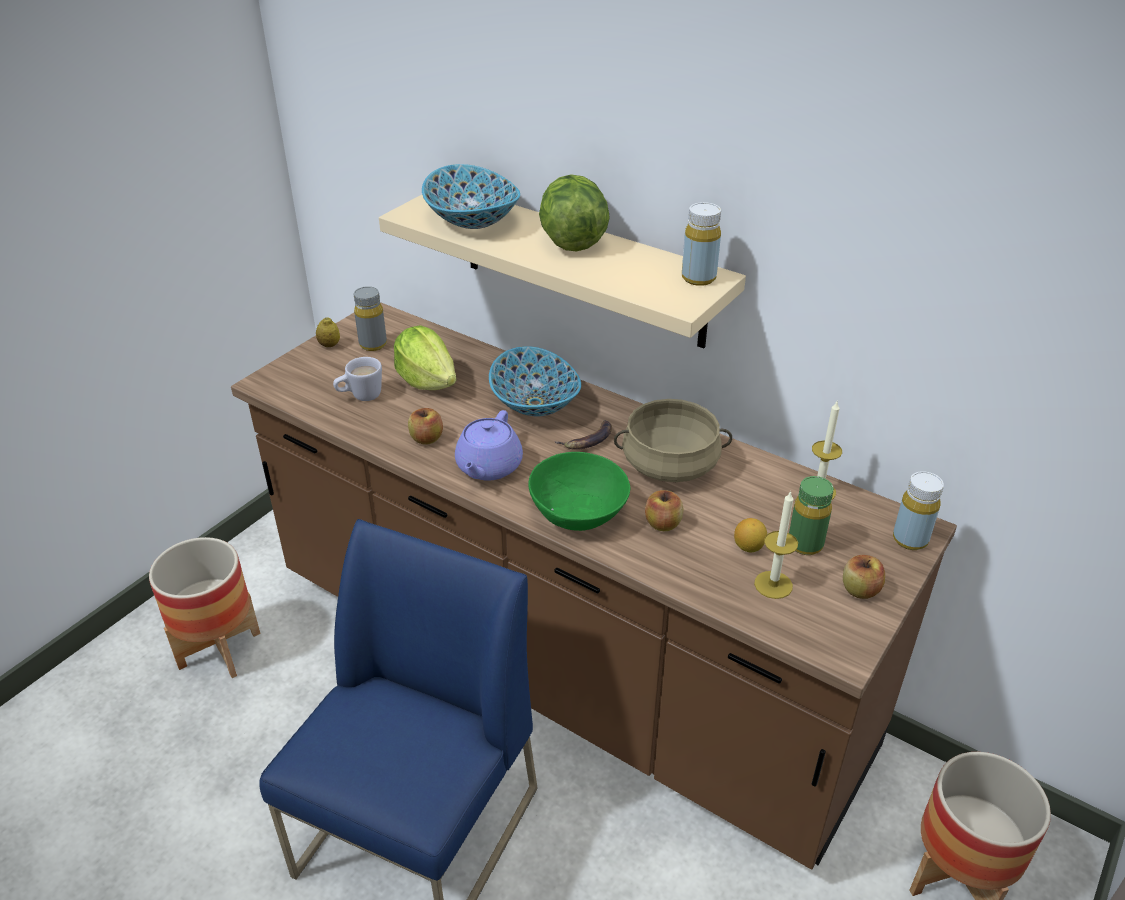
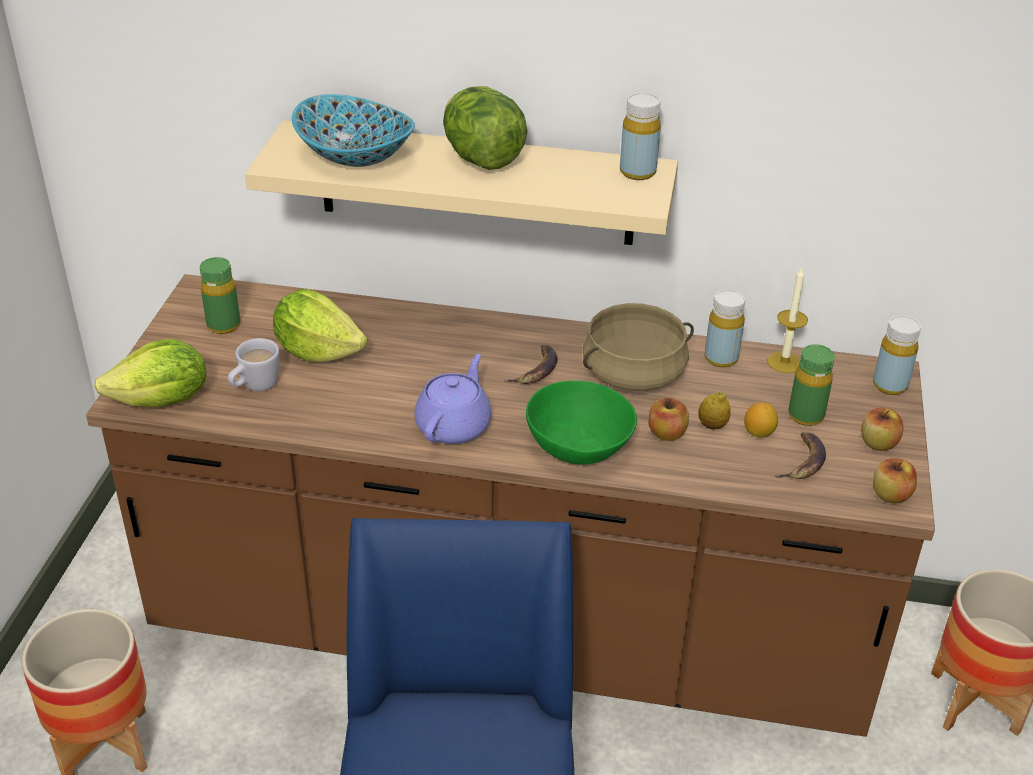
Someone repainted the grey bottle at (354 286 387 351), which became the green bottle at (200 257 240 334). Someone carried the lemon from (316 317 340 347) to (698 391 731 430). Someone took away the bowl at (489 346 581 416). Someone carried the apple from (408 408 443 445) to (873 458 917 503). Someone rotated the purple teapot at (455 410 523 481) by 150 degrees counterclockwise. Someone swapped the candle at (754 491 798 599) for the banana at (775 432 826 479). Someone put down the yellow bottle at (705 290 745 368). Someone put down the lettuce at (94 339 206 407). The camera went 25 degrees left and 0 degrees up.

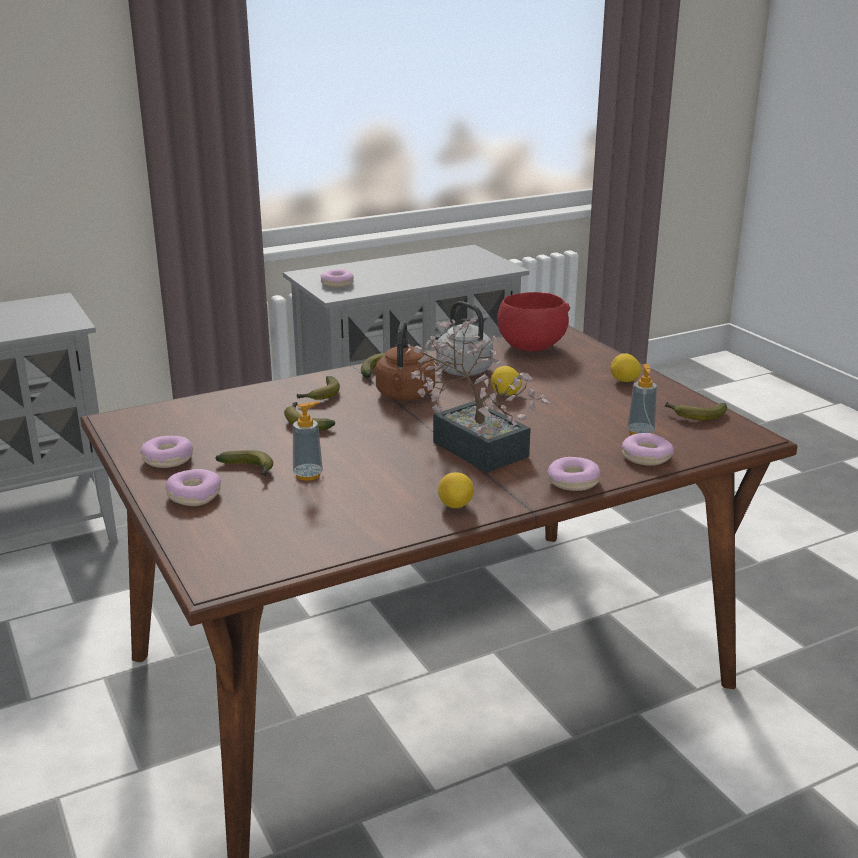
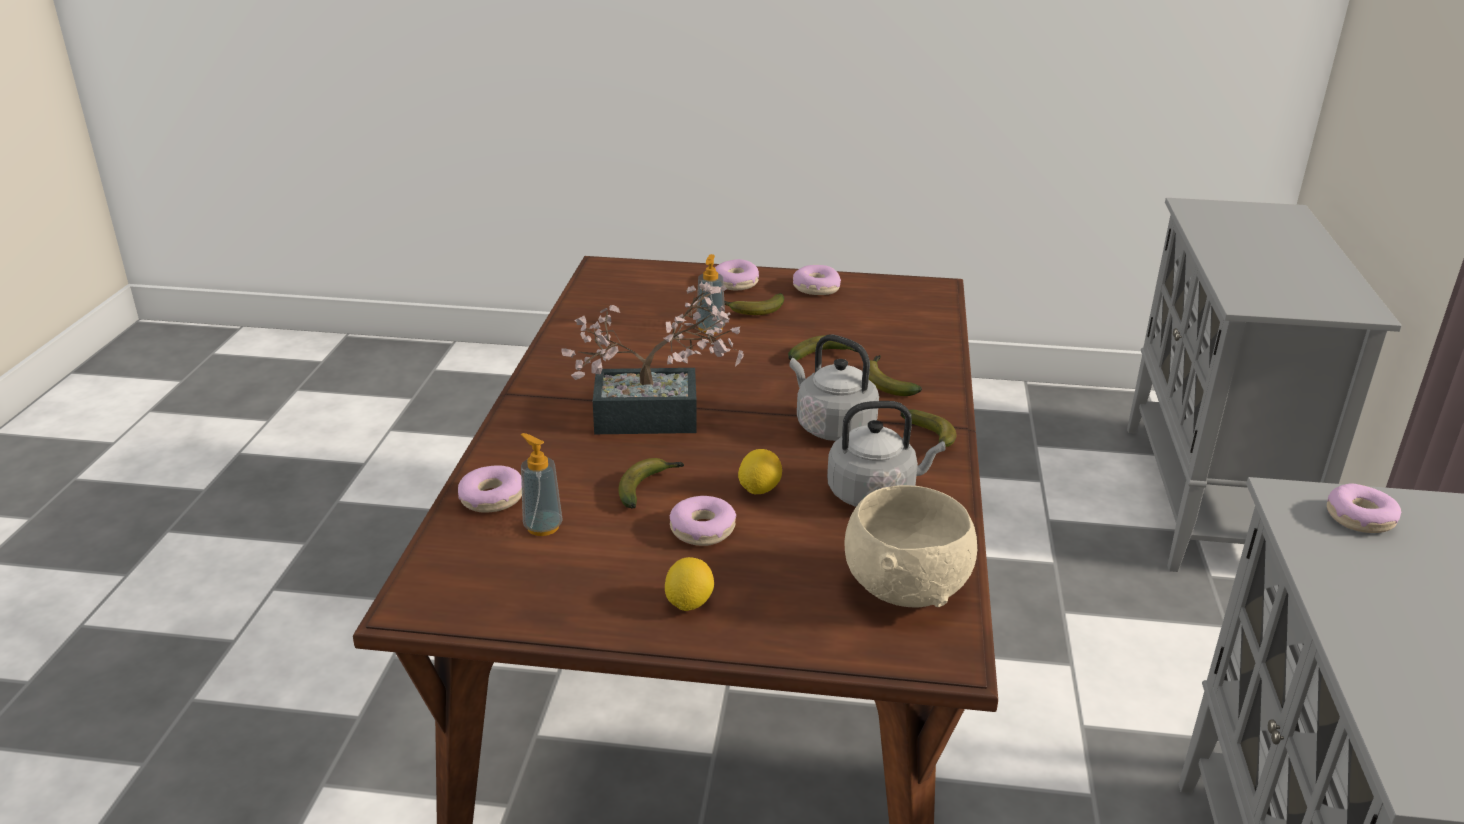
Someone repainted the red bowl at (497 292 570 351), which became the beige bowl at (844 485 977 608). Someone repainted the brown kettle at (375 321 435 400), which became the grey kettle at (790 334 879 441). Someone carried the banana from (665 402 727 420) to (618 458 684 508). Someone carried the donut from (547 457 600 491) to (670 496 736 546). Someone took away the lemon at (438 472 474 508). The camera went 125 degrees right and 5 degrees up.

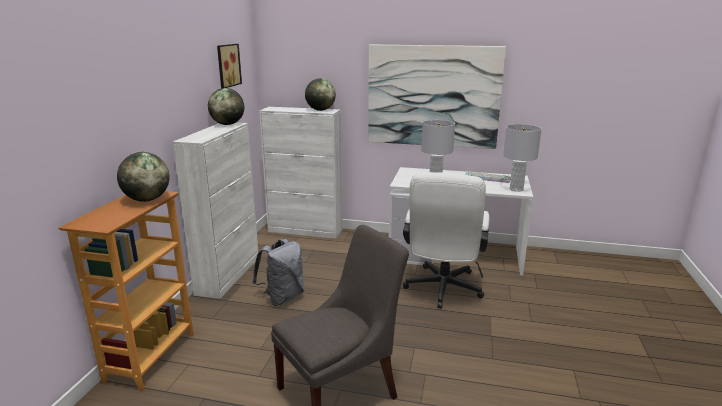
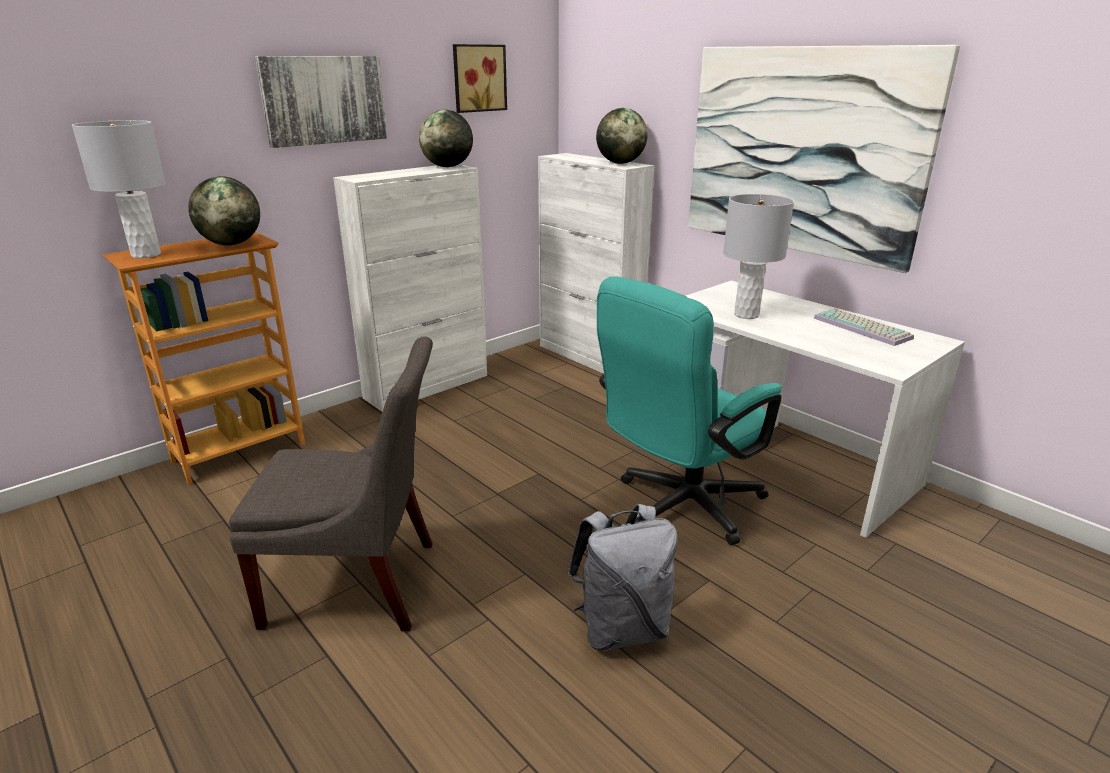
Someone carried the grey table lamp from (503 124 541 192) to (72 120 166 258). Someone repainted the white office chair at (403 172 489 308), which became the turquoise office chair at (597 276 782 545). Someone carried the grey backpack from (252 239 304 306) to (567 504 677 651). Someone put up the picture at (255 56 387 148). The camera went 35 degrees right and 5 degrees up.

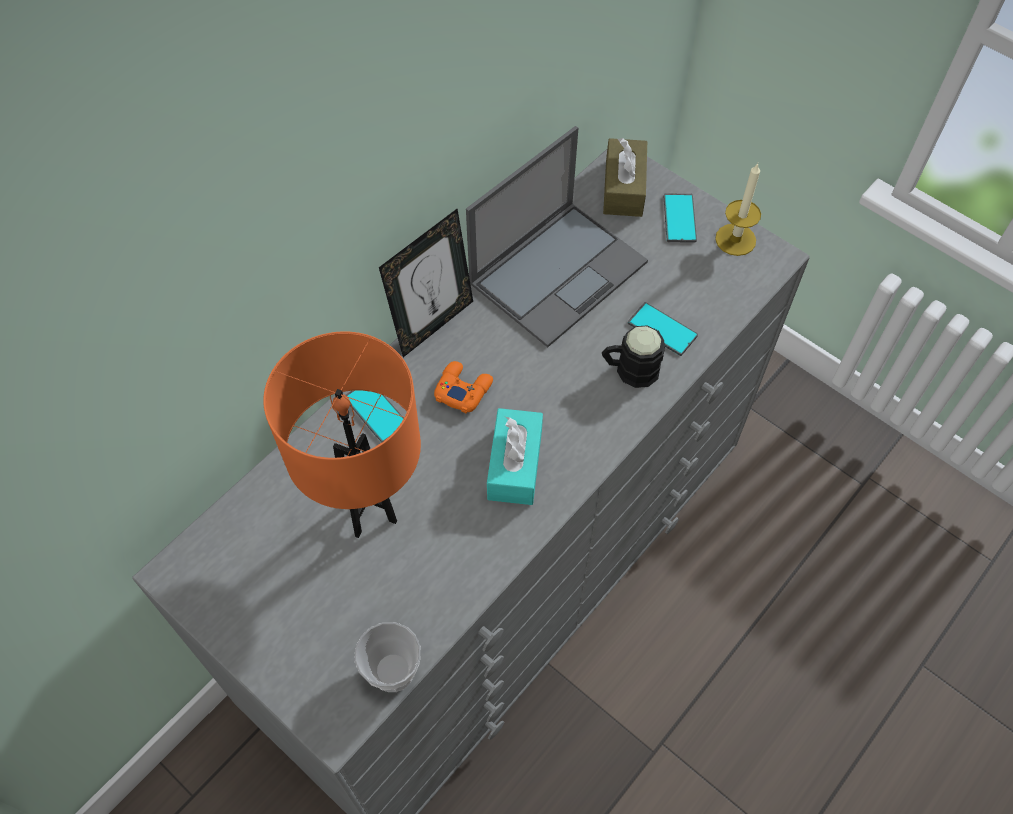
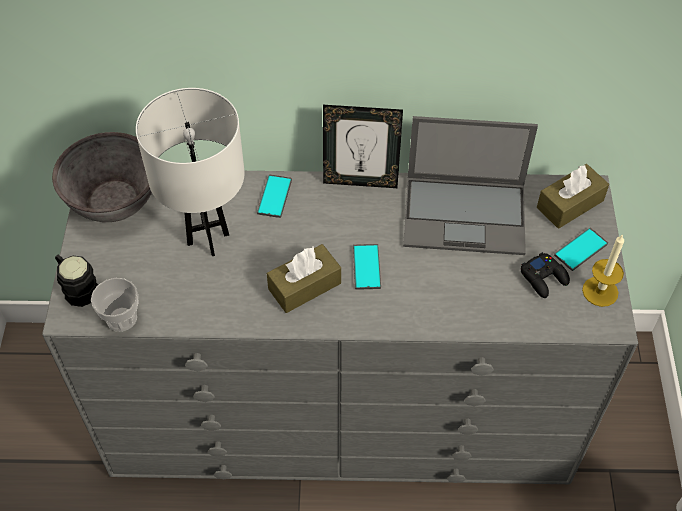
Someone carried the phone from (628 302 698 356) to (353 244 381 290). Someone carried the black mug from (602 325 665 388) to (55 255 98 307). Someone repainted the orange table lamp at (263 331 421 538), which became the white table lamp at (136 88 245 256). Someone took away the orange game controller at (434 361 493 413). Someone repainted the turquoise tissue box at (487 408 543 505), which became the brown tissue box at (267 244 341 313). Someone put down the grey bowl at (52 132 152 222). Someone put down the black game controller at (521 252 570 298). The camera went 50 degrees right and 5 degrees down.

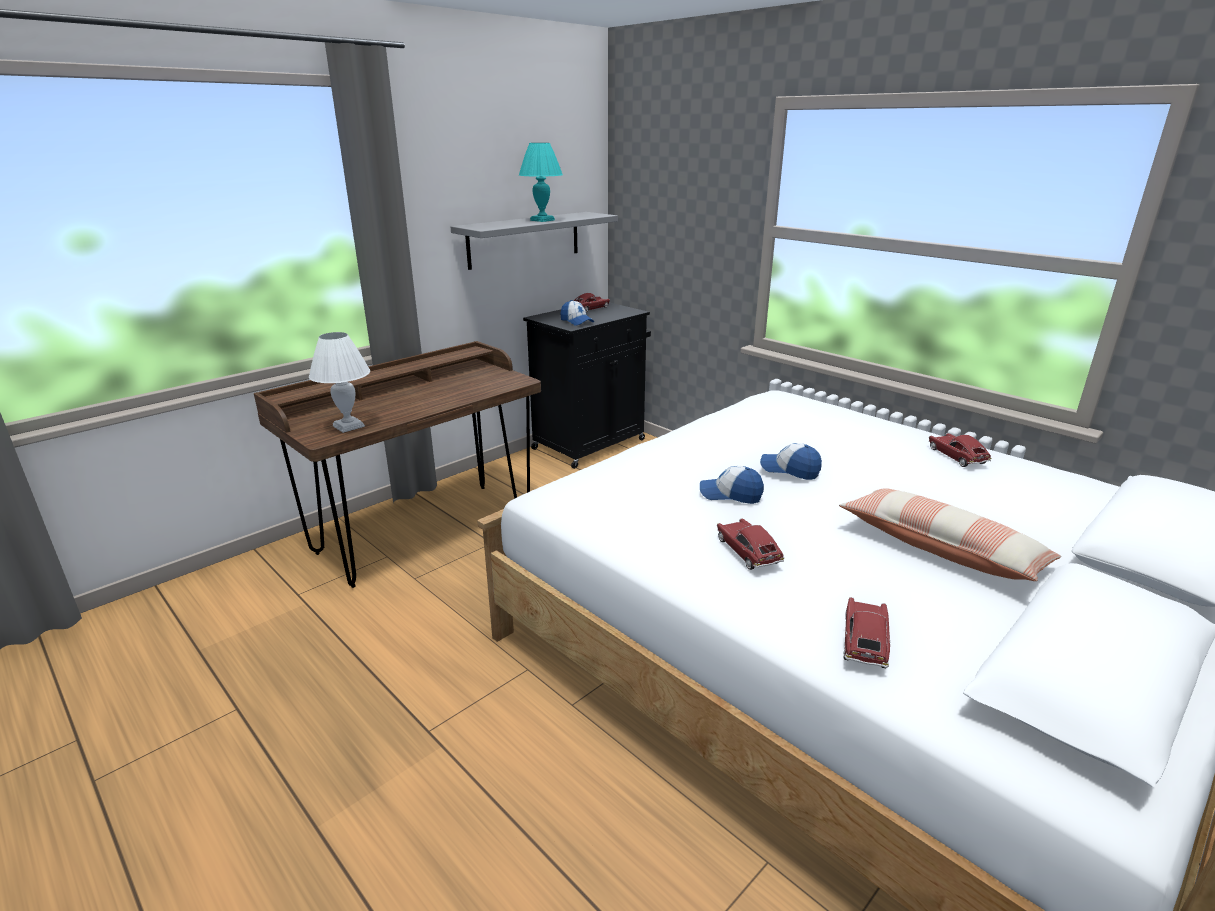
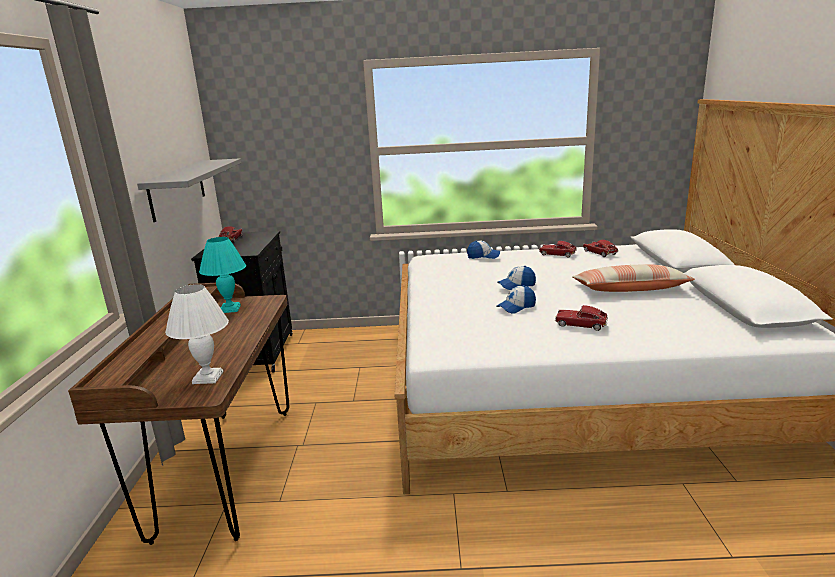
Someone carried the turquoise table lamp from (519 143 563 222) to (199 237 246 313). Someone carried the cap from (560 300 594 326) to (467 240 500 259). Someone carried the toy car from (844 597 891 668) to (583 240 618 257). The camera went 45 degrees left and 5 degrees down.

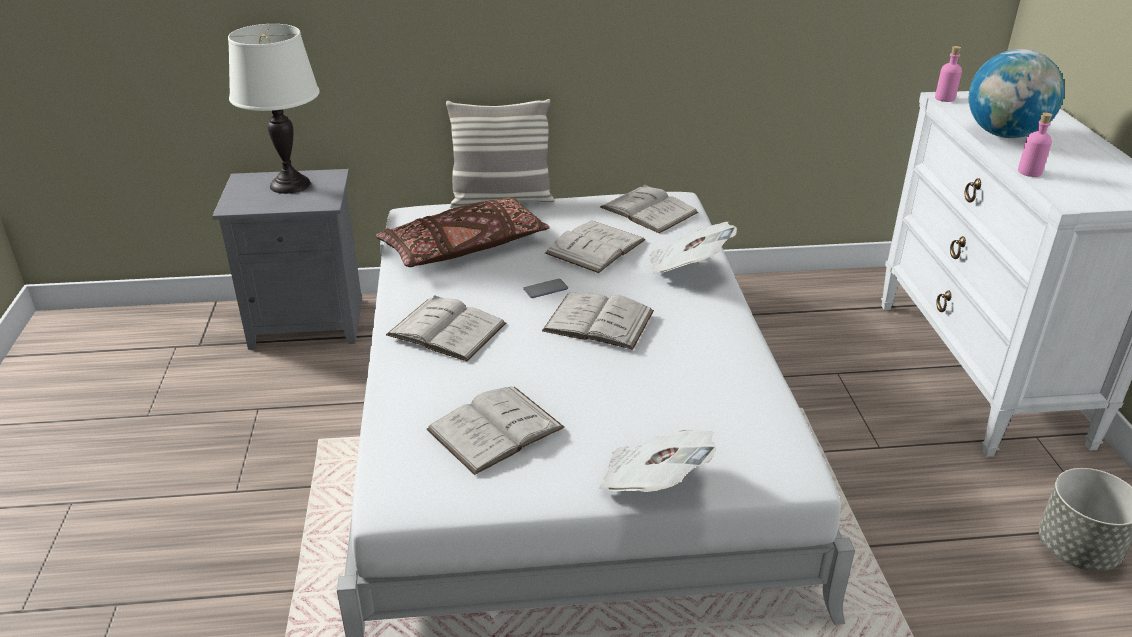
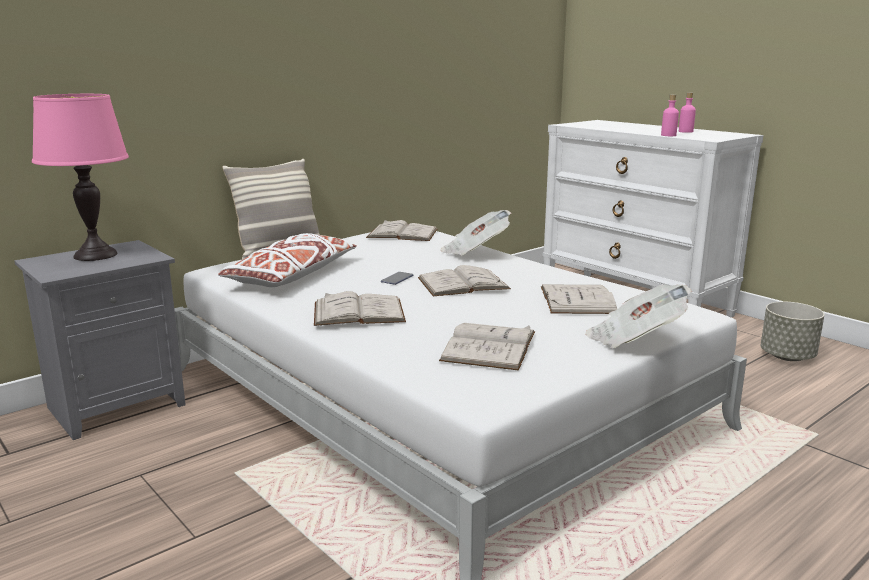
Someone repainted the white table lamp at (228 24 320 194), which became the pink table lamp at (32 94 129 261). Someone carried the pink bottle from (935 46 962 102) to (679 93 696 133). Someone took away the globe at (969 49 1064 138). Someone repainted the brown pillow at (376 197 550 267), which became the white pillow at (218 233 357 287). Someone carried the white book from (545 221 645 273) to (541 284 617 314). The camera went 35 degrees left and 15 degrees down.

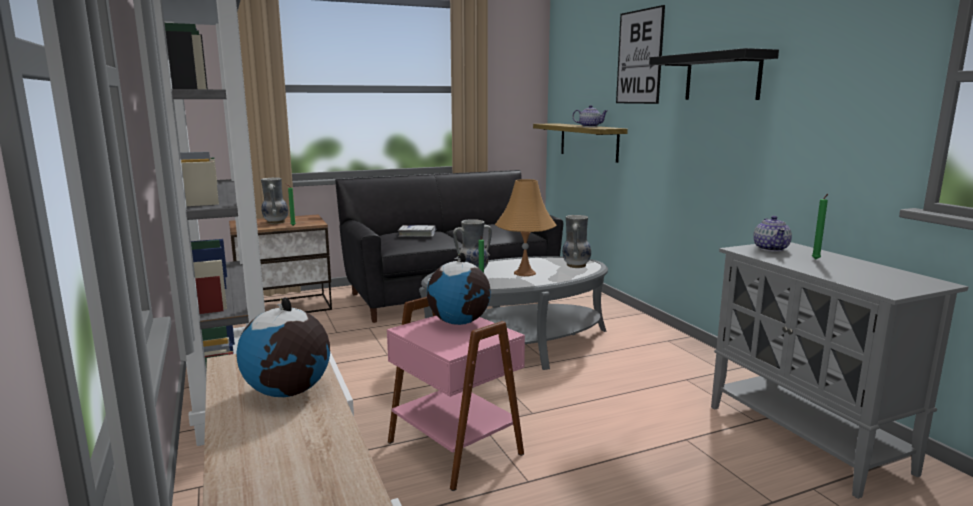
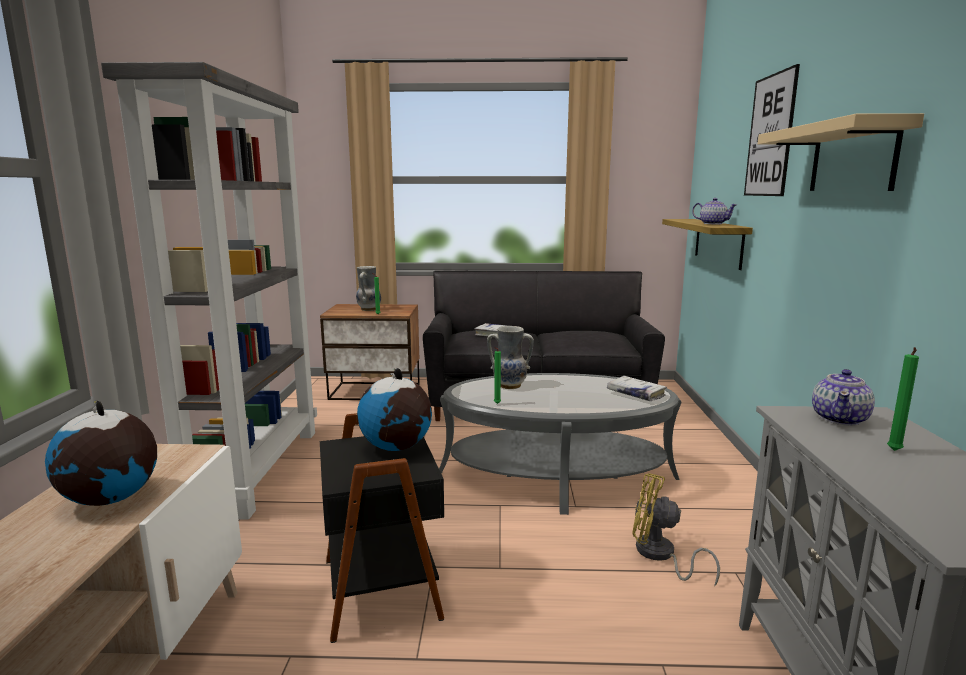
Someone repainted the black shelf at (649 48 779 100), which became the beige shelf at (758 113 924 191). Someone took away the orange table lamp at (495 179 557 276). Someone swapped the vase at (562 215 591 268) for the white book at (607 376 667 401). Someone repainted the pink side table at (387 297 525 491), which became the black side table at (320 413 444 643). Someone put down the yellow fan at (632 473 720 586). The camera went 25 degrees right and 0 degrees up.

